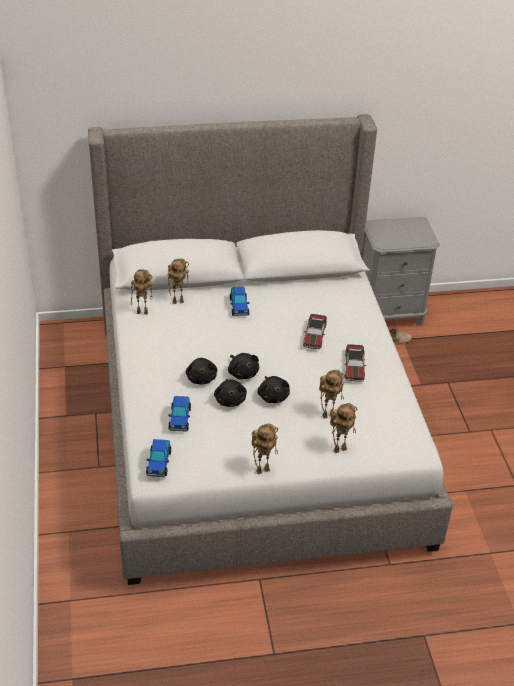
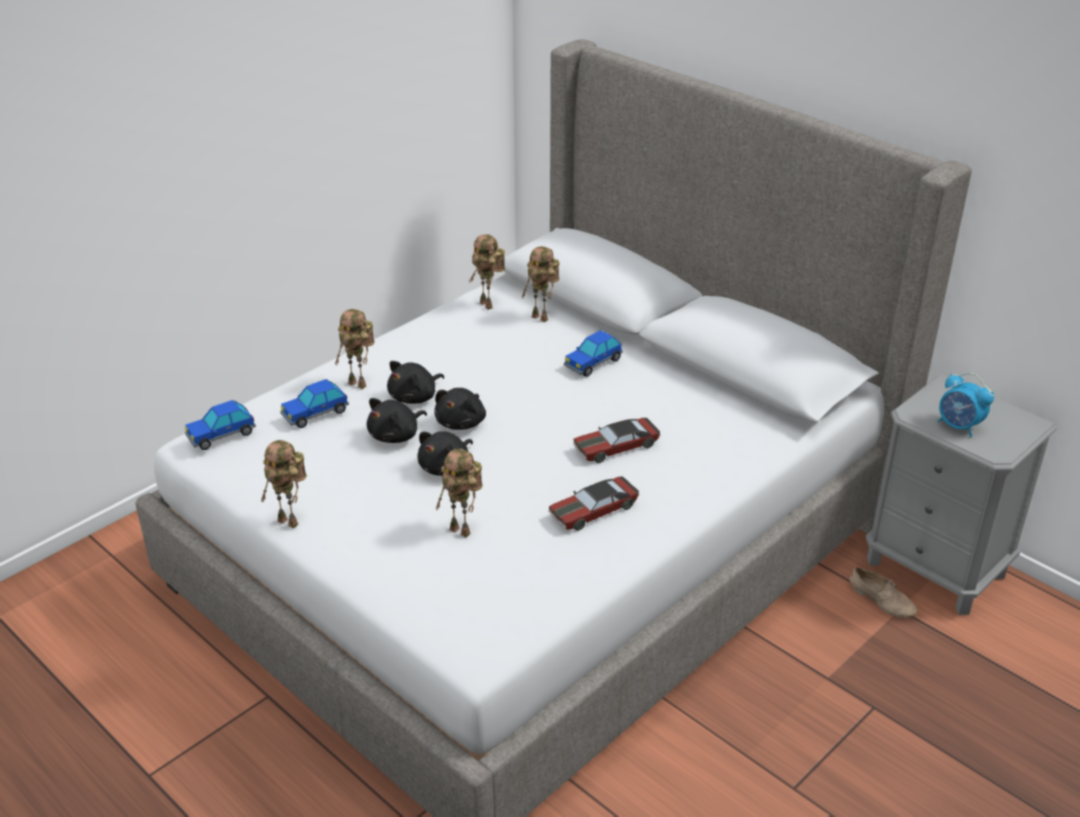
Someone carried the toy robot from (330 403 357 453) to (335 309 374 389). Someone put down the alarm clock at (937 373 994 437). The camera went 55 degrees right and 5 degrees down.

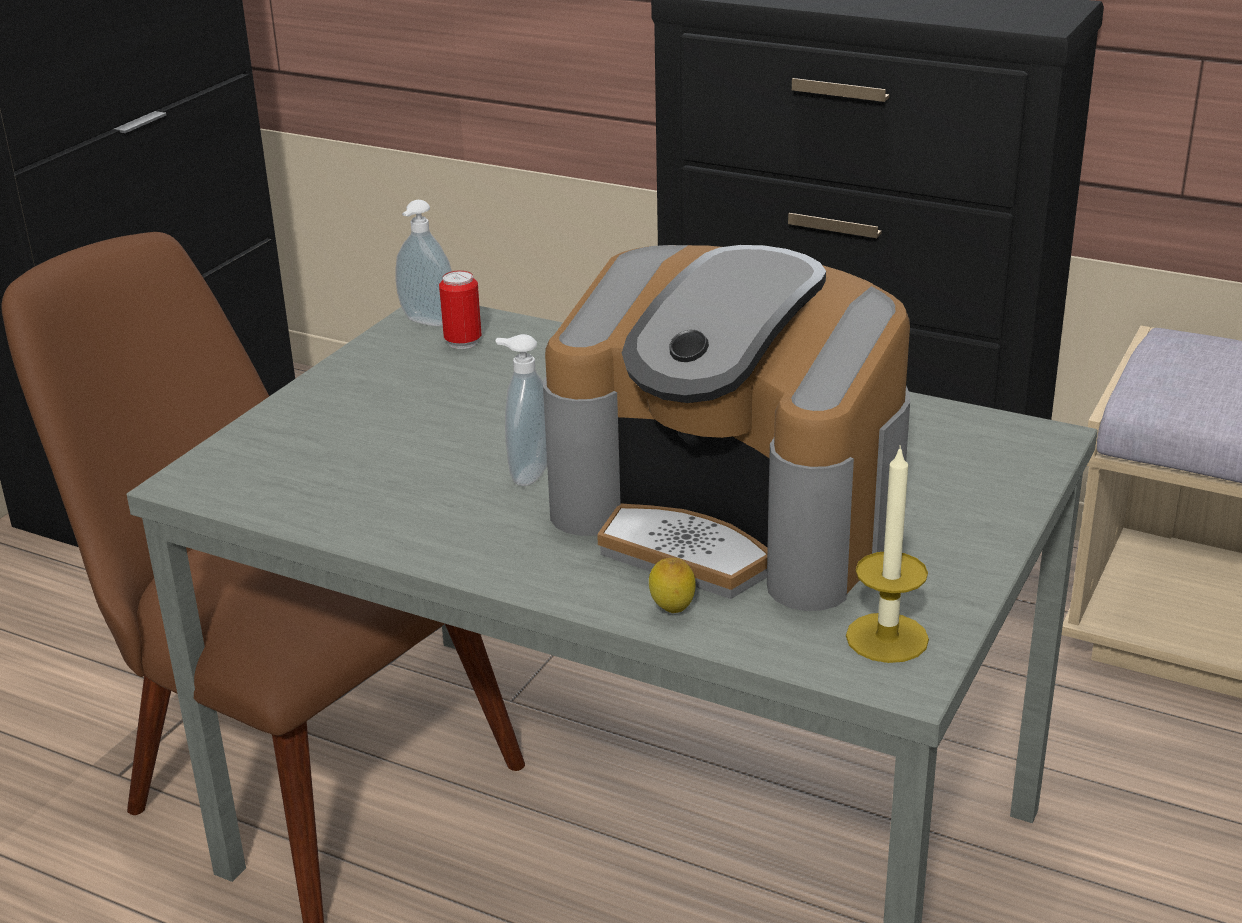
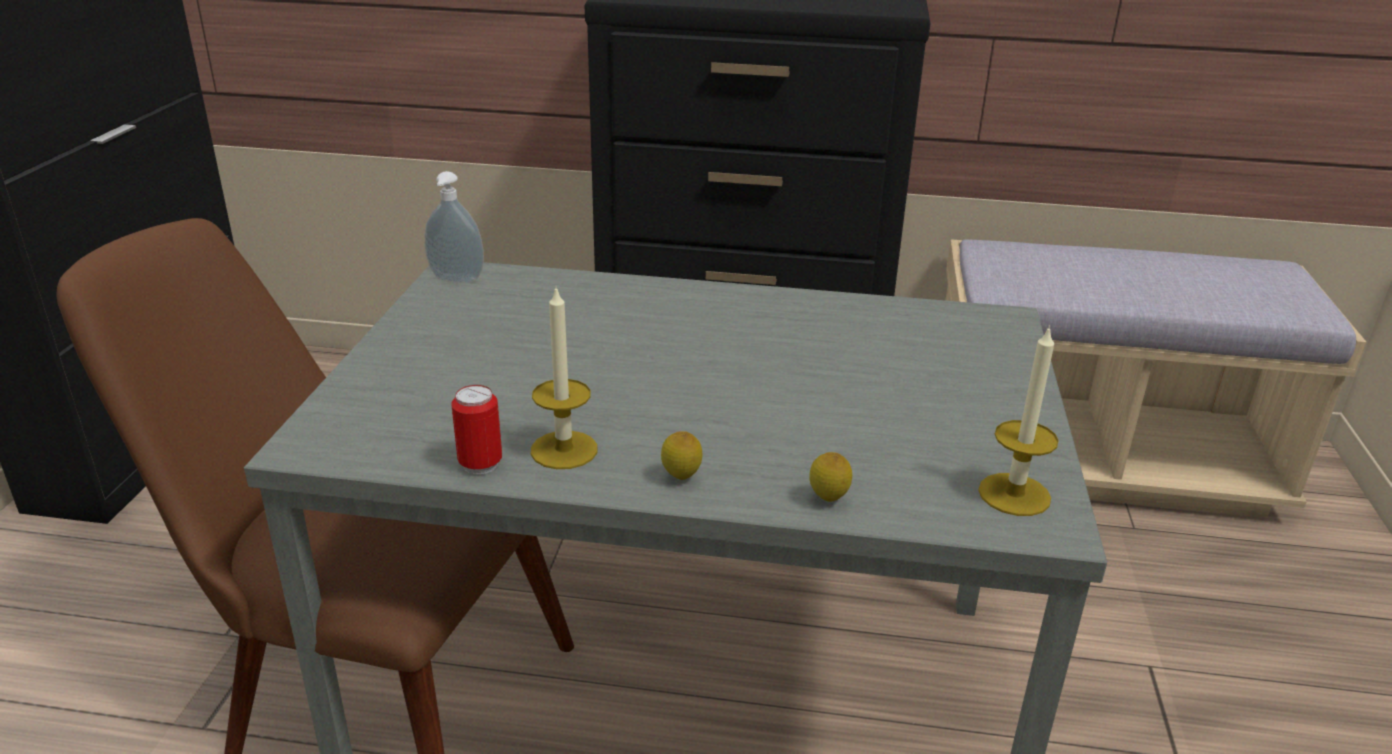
Someone took away the coffee machine at (543 245 910 611). Someone carried the can from (439 270 482 349) to (451 385 502 475). Someone took away the soap dispenser at (495 334 547 486). Someone put down the candle at (531 285 597 469). Someone put down the lemon at (661 431 702 480). The camera went 20 degrees left and 0 degrees up.

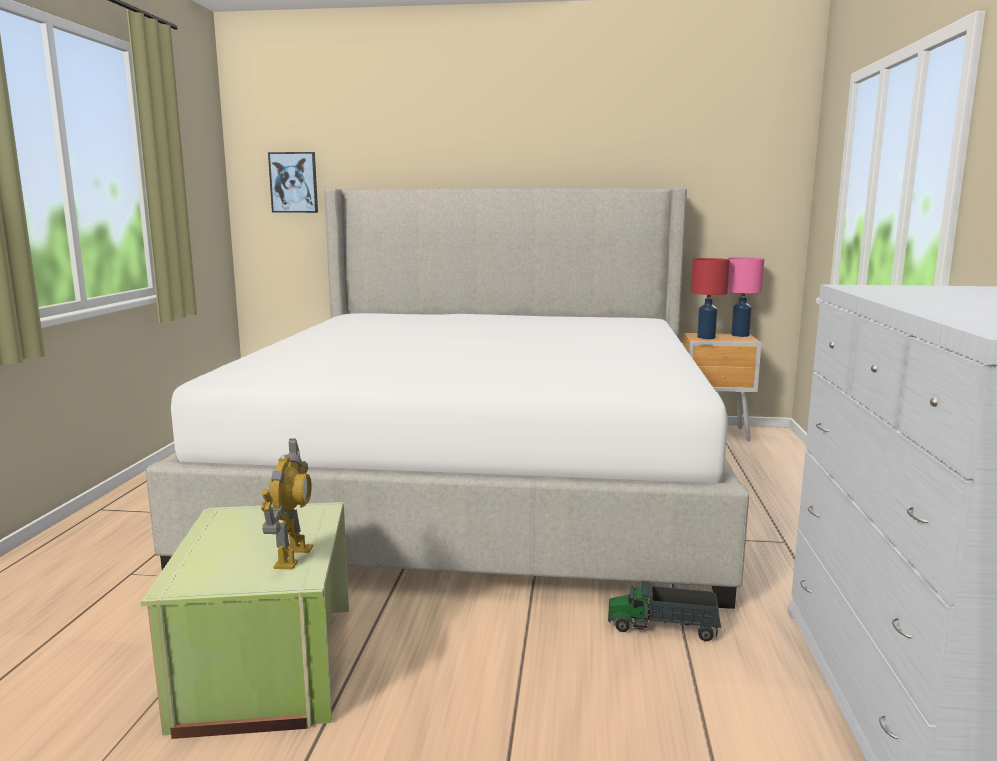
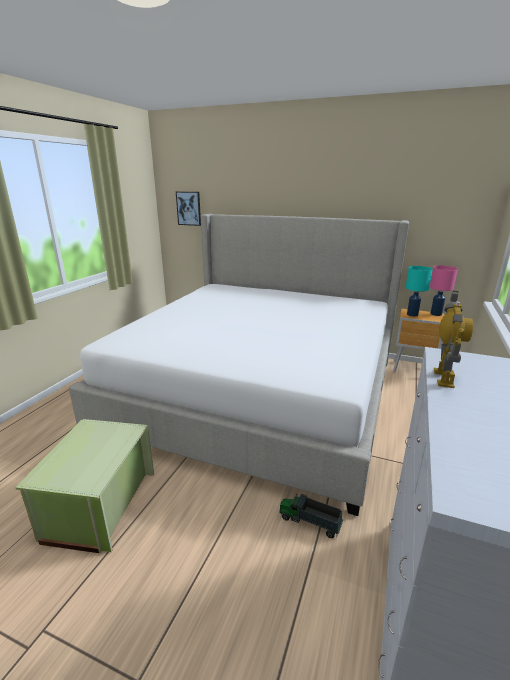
Someone repainted the red table lamp at (691 258 730 339), which became the turquoise table lamp at (406 266 433 317). Someone carried the toy robot from (261 438 313 569) to (434 291 473 388). The camera went 15 degrees right and 10 degrees up.

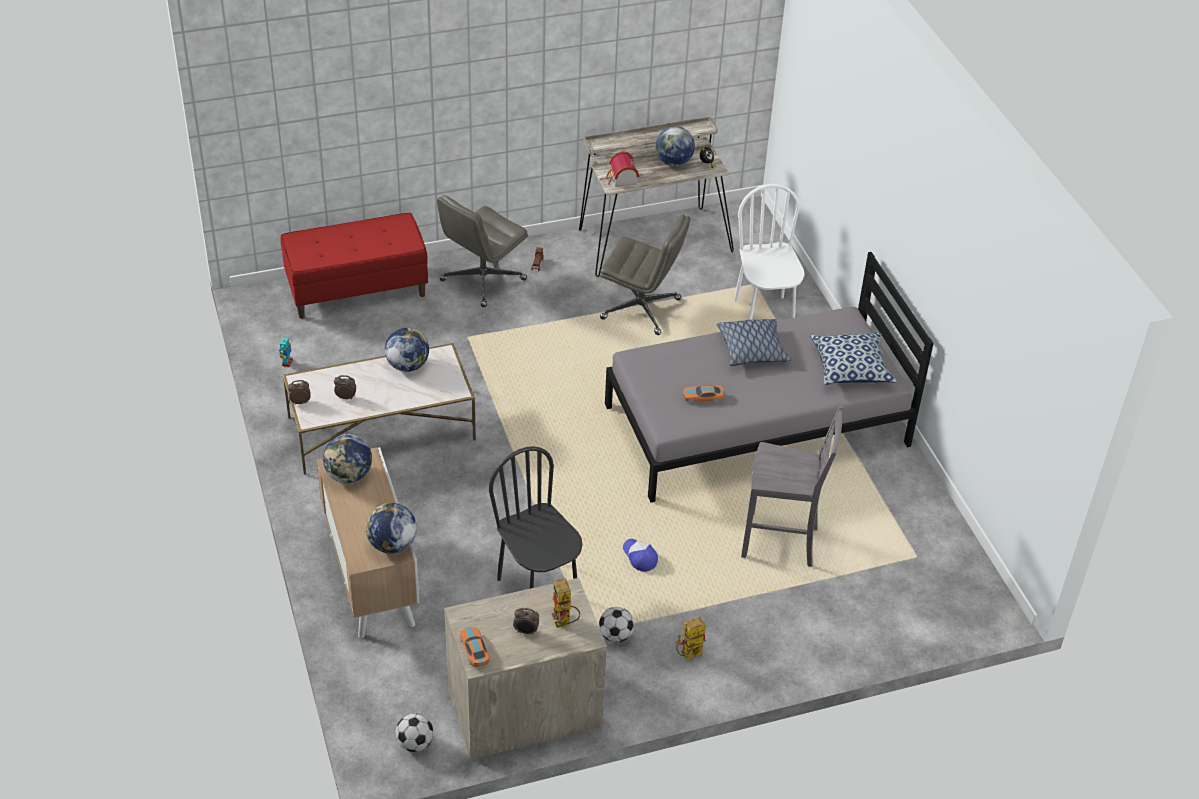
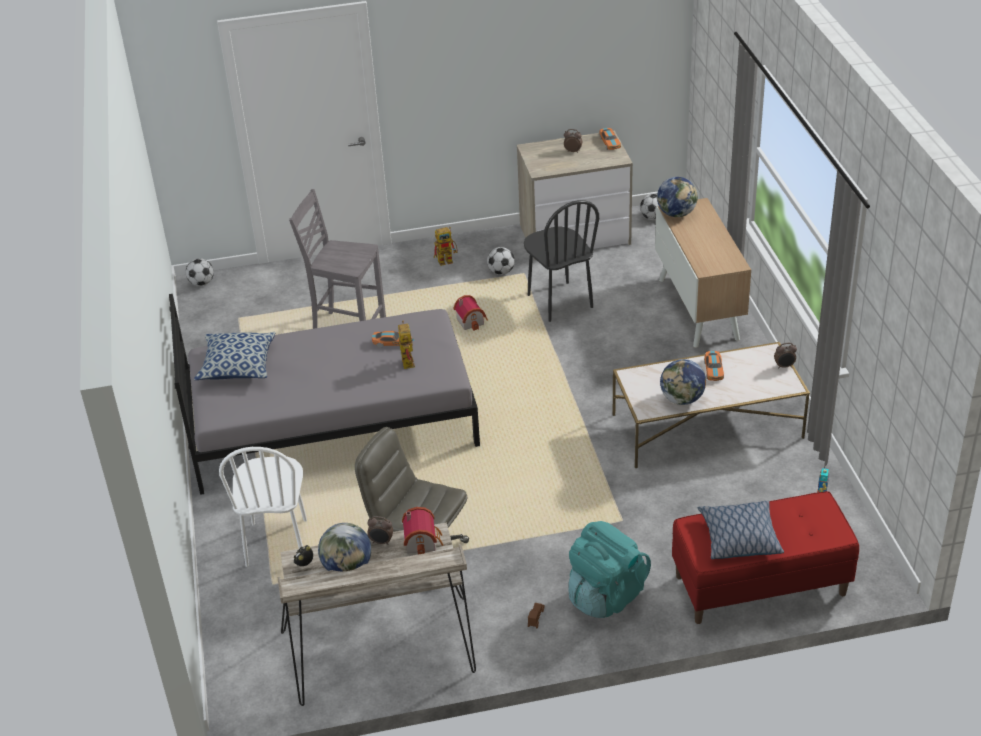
Someone swapped the grey office chair at (437 195 528 307) for the turquoise backpack at (568 521 651 618). Someone carried the pillow from (717 319 792 366) to (698 501 784 559). Someone carried the alarm clock from (334 375 356 400) to (367 516 393 545). Someone took away the globe at (323 434 372 483). Someone swapped the cap at (623 539 658 572) for the toy house at (453 295 488 331). Someone carried the toy robot from (552 578 580 628) to (392 321 415 369). Someone put down the football at (186 258 214 286). Someone put down the toy car at (704 351 724 381). The camera went 170 degrees left and 5 degrees down.

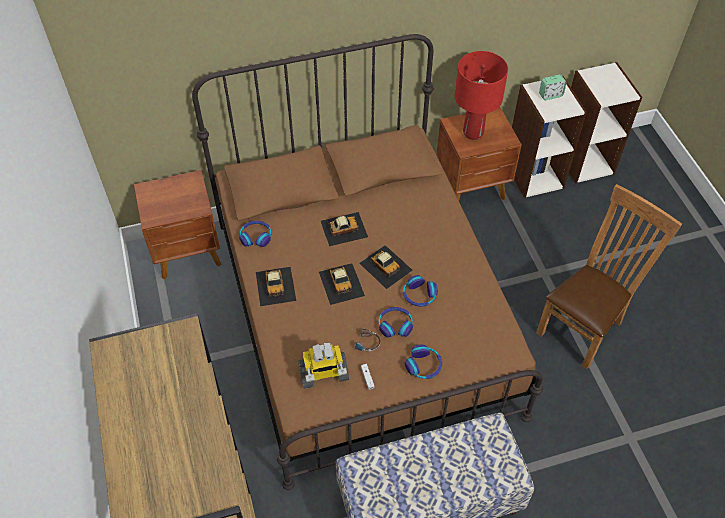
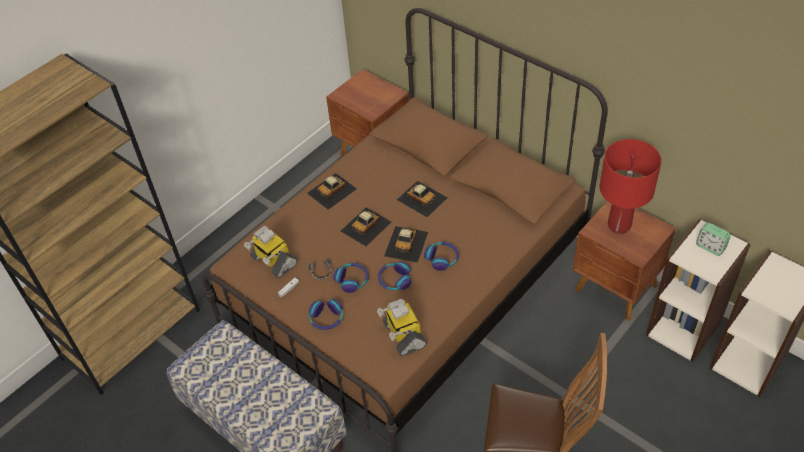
Someone carried the headphones from (239 221 271 247) to (424 242 459 271). Someone put down the toy robot at (377 299 427 356). The camera went 60 degrees right and 5 degrees down.

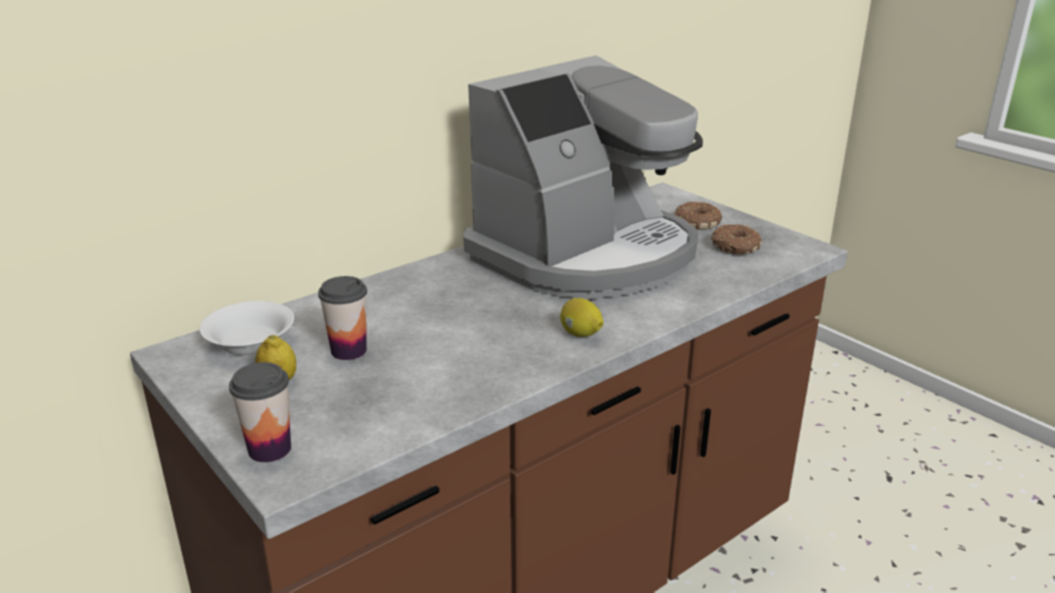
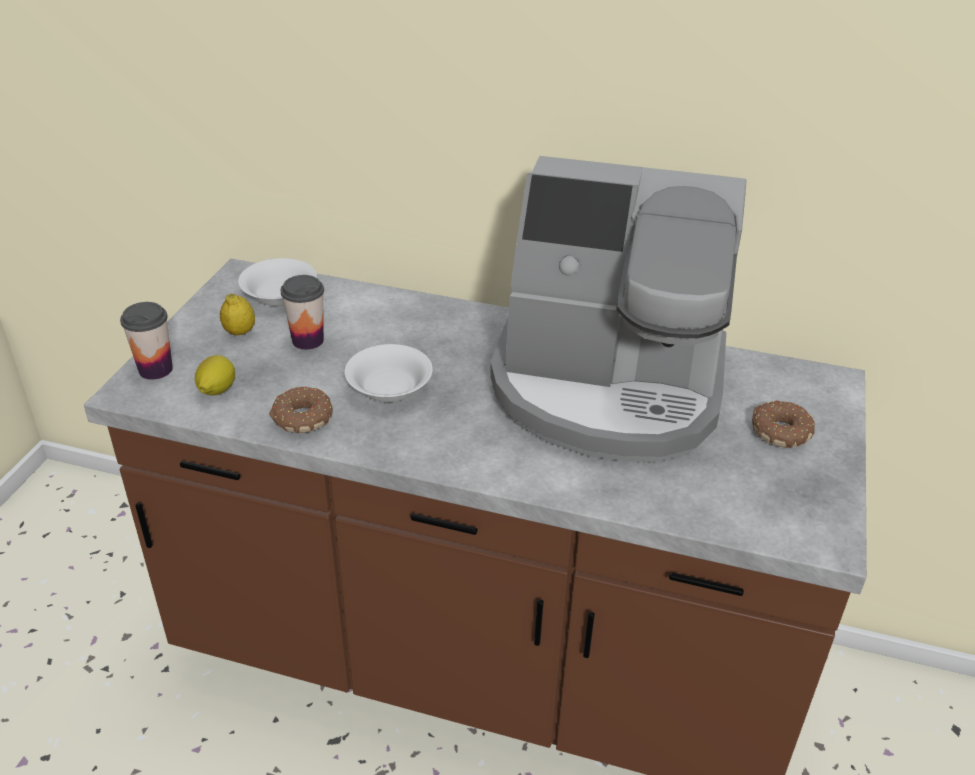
Someone carried the donut from (711 224 762 255) to (269 386 333 433). Someone carried the lemon from (560 298 604 337) to (195 355 235 395). Someone put down the white bowl at (344 344 433 402). The camera went 55 degrees right and 10 degrees up.

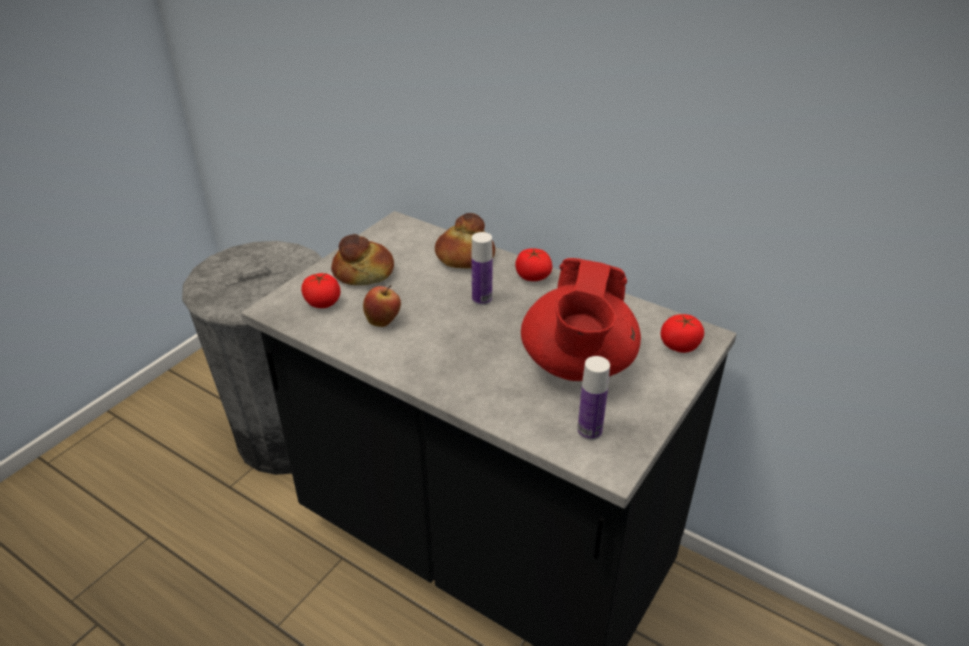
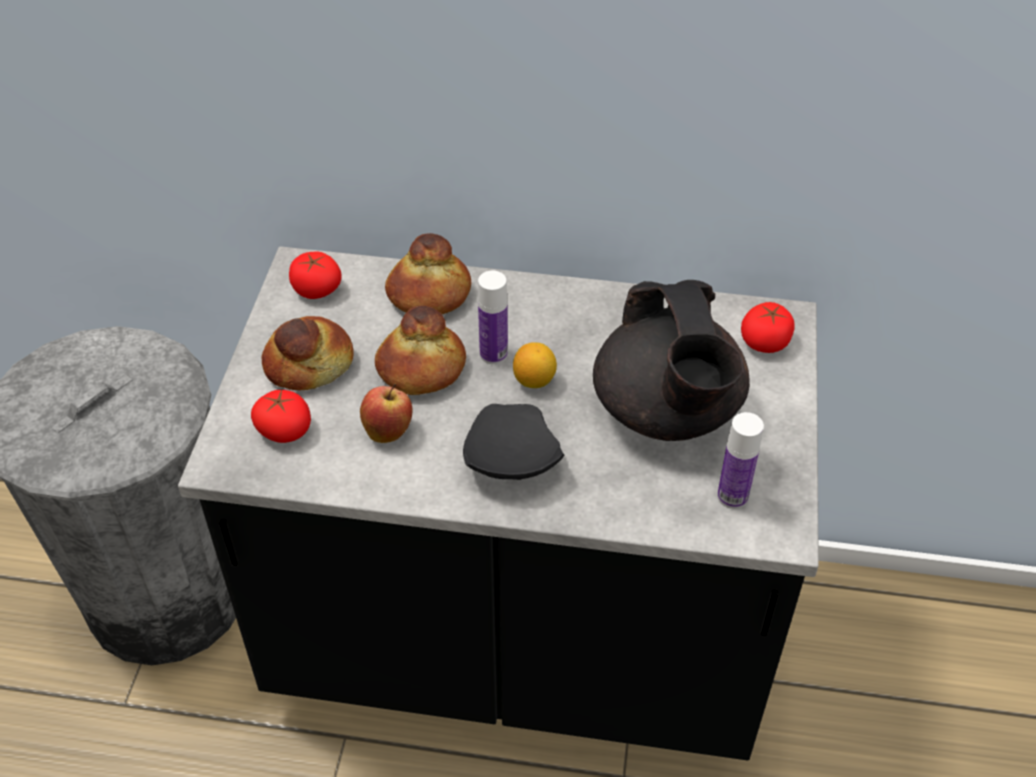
Someone carried the tomato from (515 248 552 281) to (289 252 342 299). Someone repainted the red teapot at (521 258 641 381), which became the black teapot at (593 280 750 441). Someone put down the bread at (375 306 466 395). Someone put down the lemon at (513 342 557 388). Someone put down the black plate at (463 404 564 480). The camera went 25 degrees left and 10 degrees up.

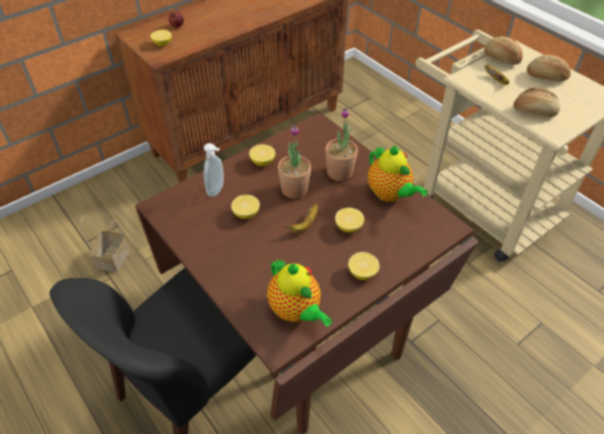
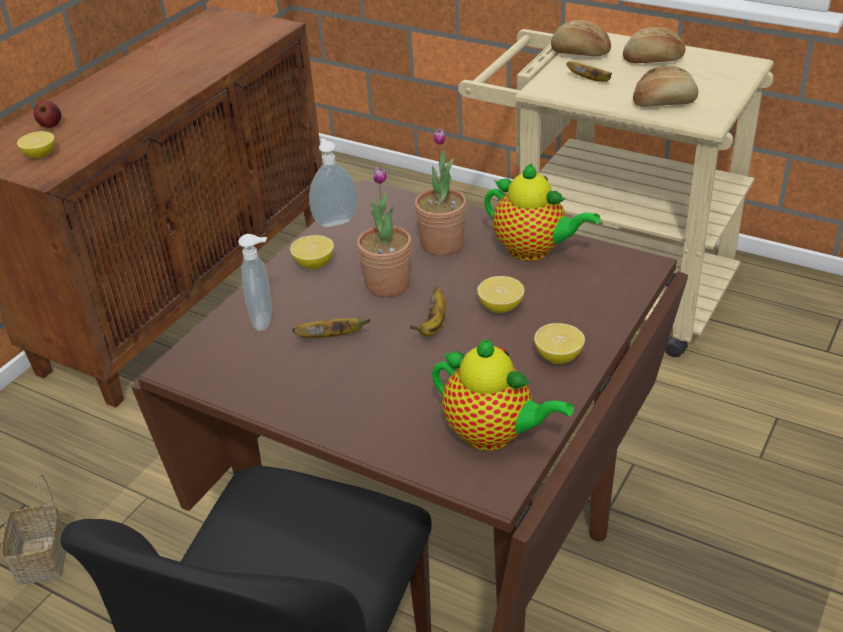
Someone swapped the lemon at (231 195 260 219) for the banana at (292 318 370 338). Someone put down the soap dispenser at (309 138 358 227). The camera went 20 degrees left and 10 degrees down.

